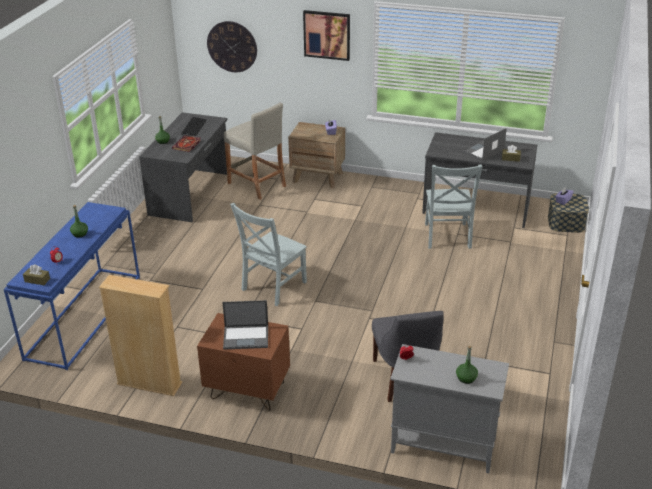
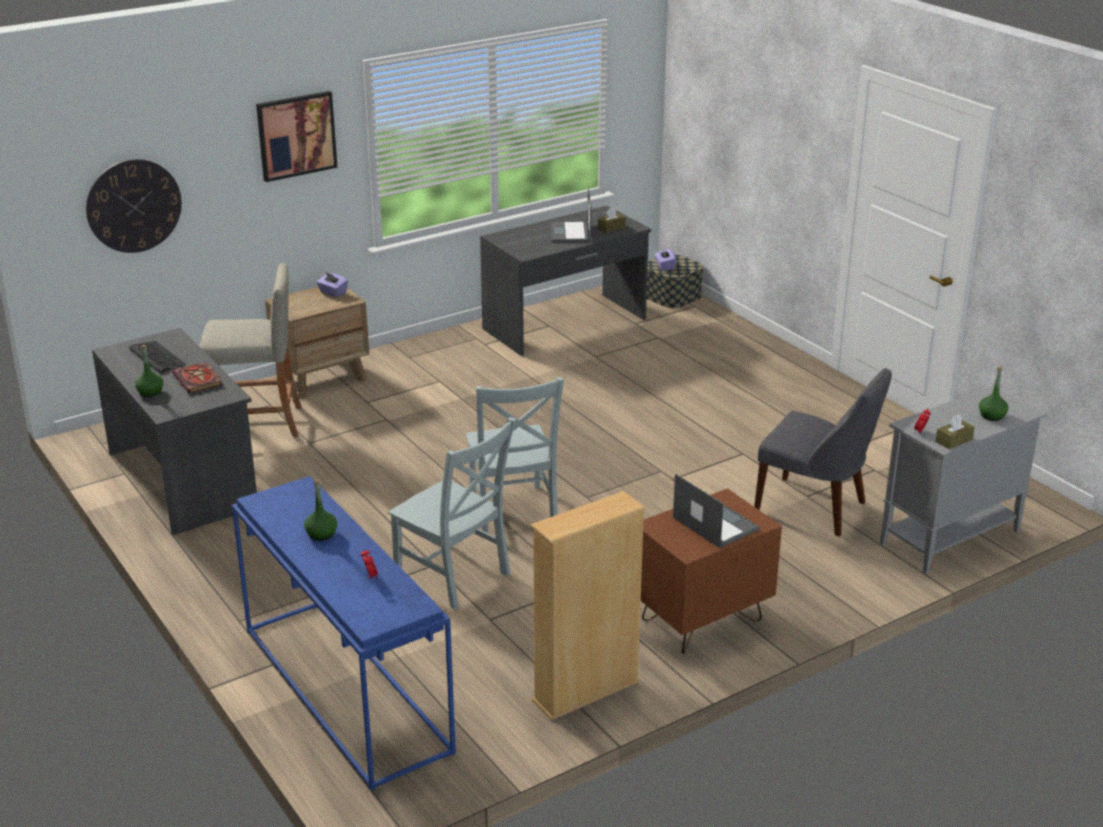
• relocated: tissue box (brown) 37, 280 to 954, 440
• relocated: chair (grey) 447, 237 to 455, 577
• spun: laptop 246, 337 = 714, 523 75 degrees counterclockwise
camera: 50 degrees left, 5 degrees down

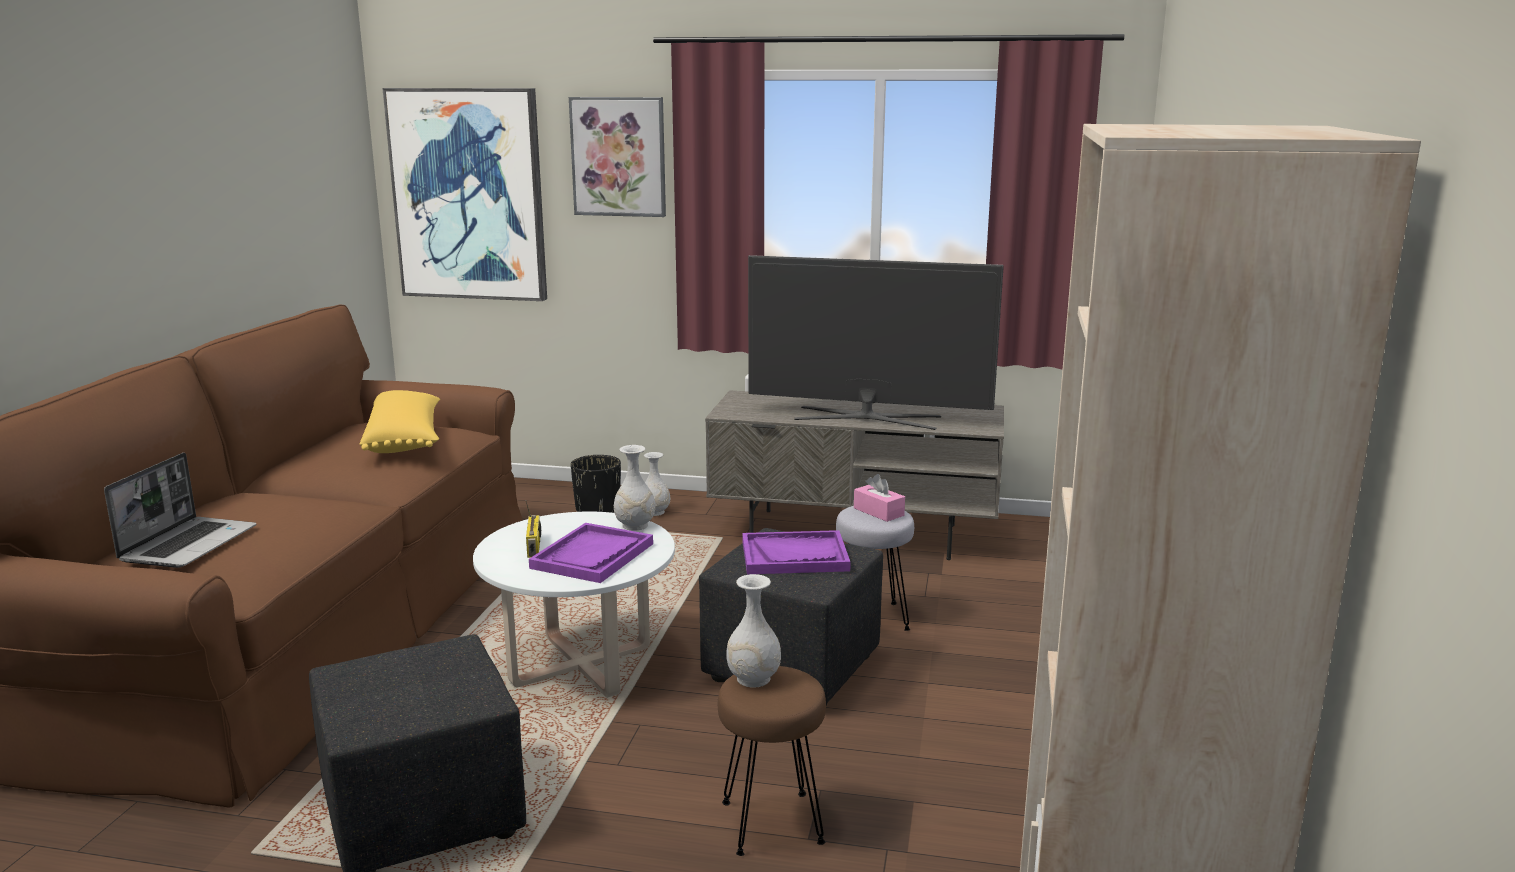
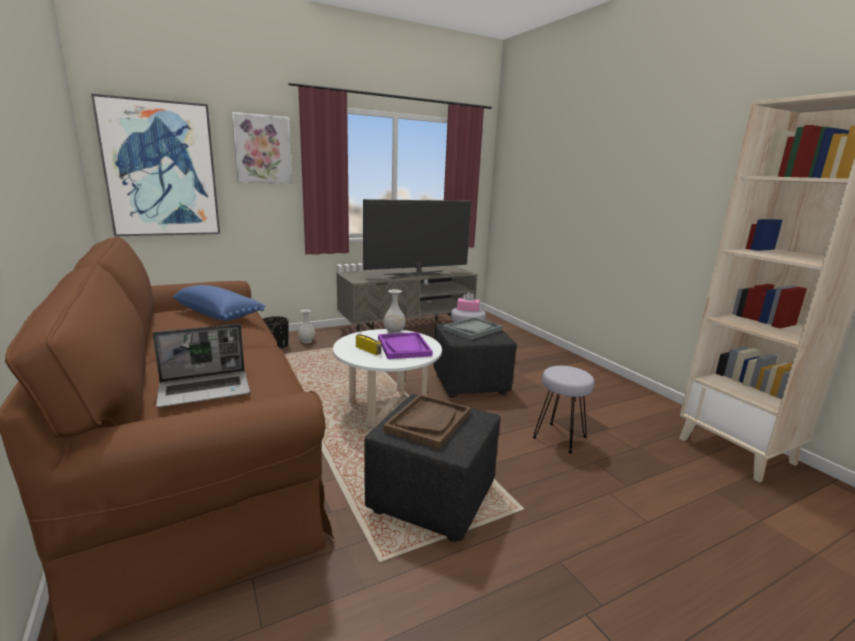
• missing: vase (white) 753, 678
• appeared: tray (brown) 428, 422
• colour: pillow (yellow) 406, 440 to pillow (blue) 219, 314
• colour: stool (brown) 770, 823 to stool (grey) 559, 438
• colour: tray (purple) 795, 556 to tray (grey) 472, 330
• spun: laptop 189, 544 = 206, 390 90 degrees clockwise
camera: 40 degrees left, 0 degrees up

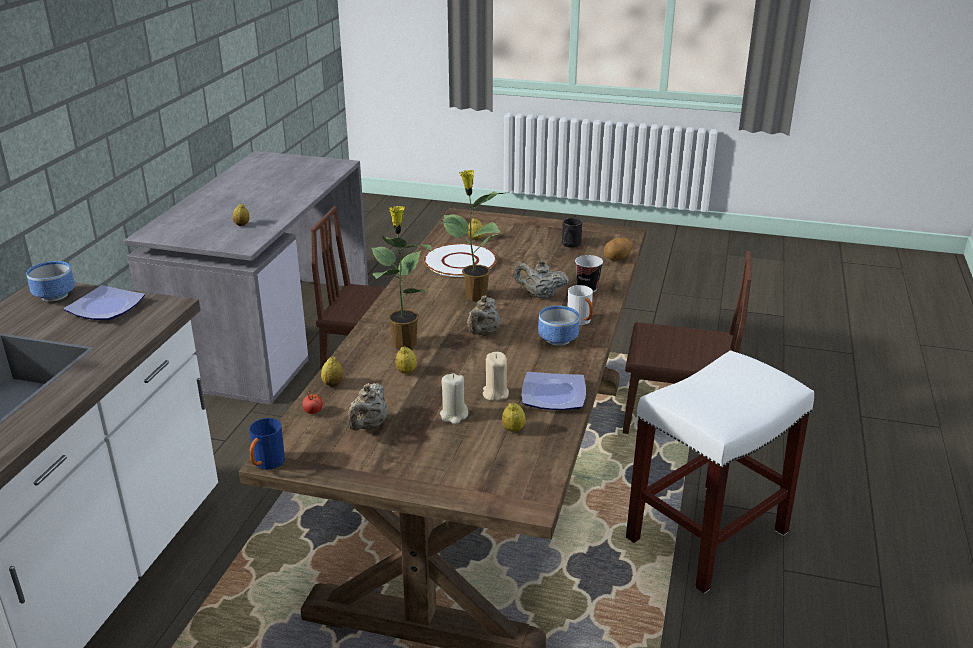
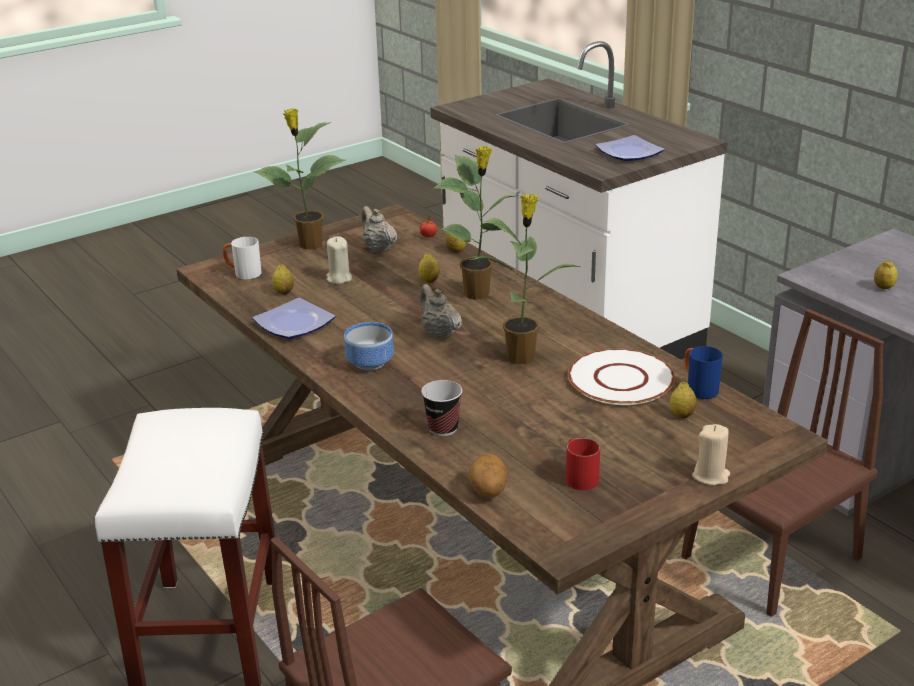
• missing: bowl 52, 296
• missing: teapot (beige) 540, 295
• appeared: potted plant 309, 245
• relocated: mug (blue) 266, 465 to 698, 388
• relocated: candle (beige) 495, 393 to 711, 476
• relocated: mug (white) 581, 322 to 243, 274
• colour: mug (black) 569, 245 to mug (red) 578, 476
camera: 130 degrees right, 0 degrees up

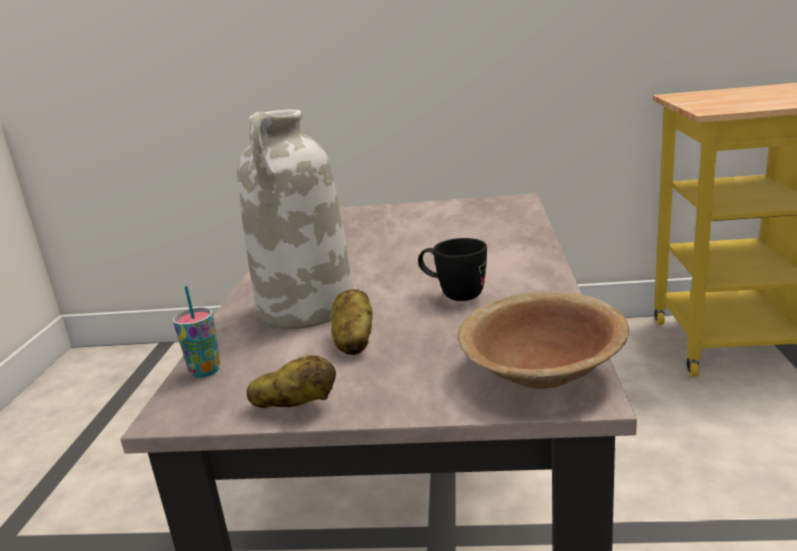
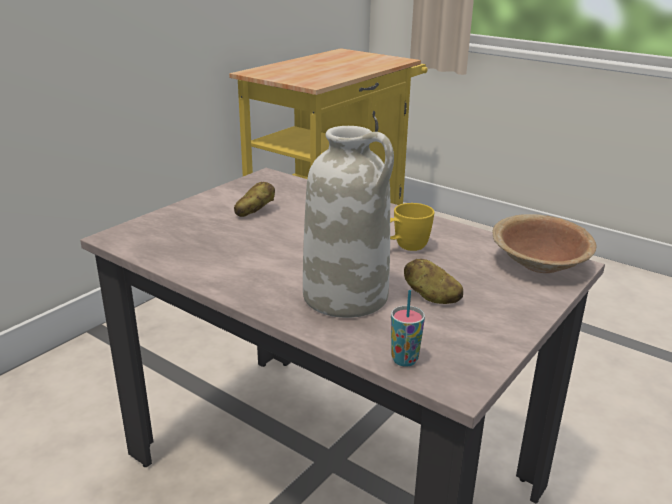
• relocated: potato 296, 406 to 254, 212
• colour: mug (black) 453, 295 to mug (yellow) 405, 248
camera: 60 degrees left, 5 degrees up

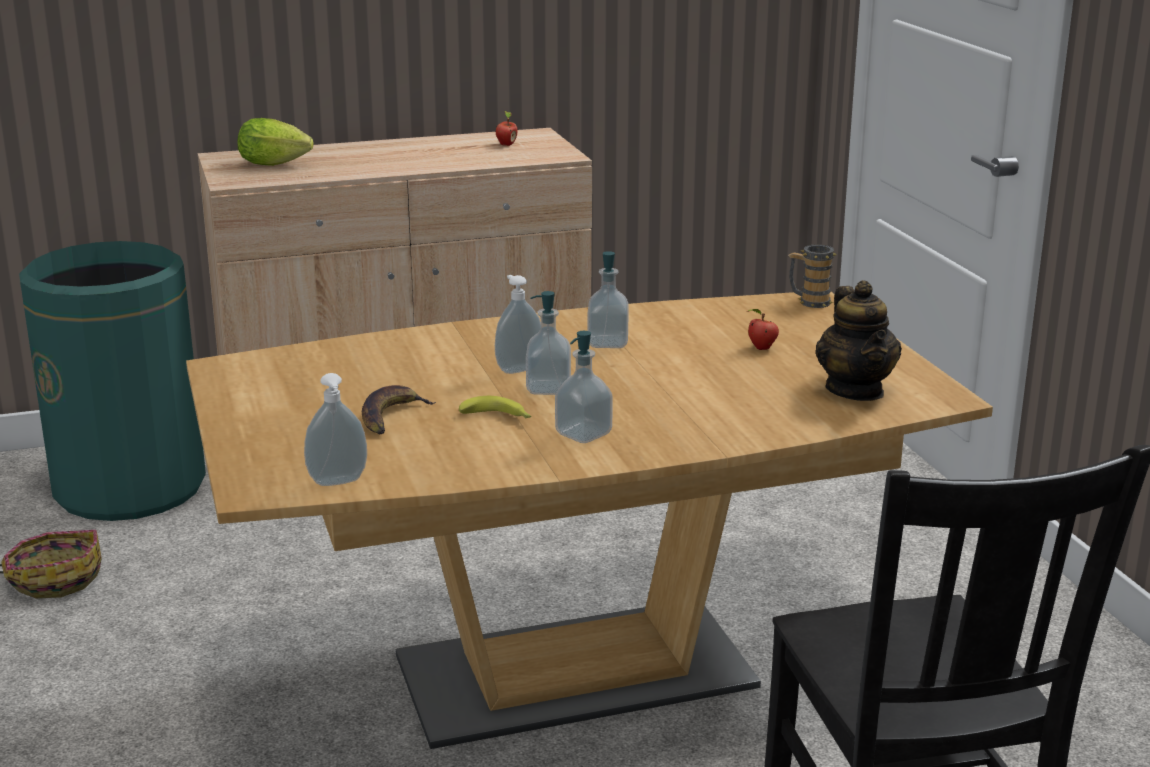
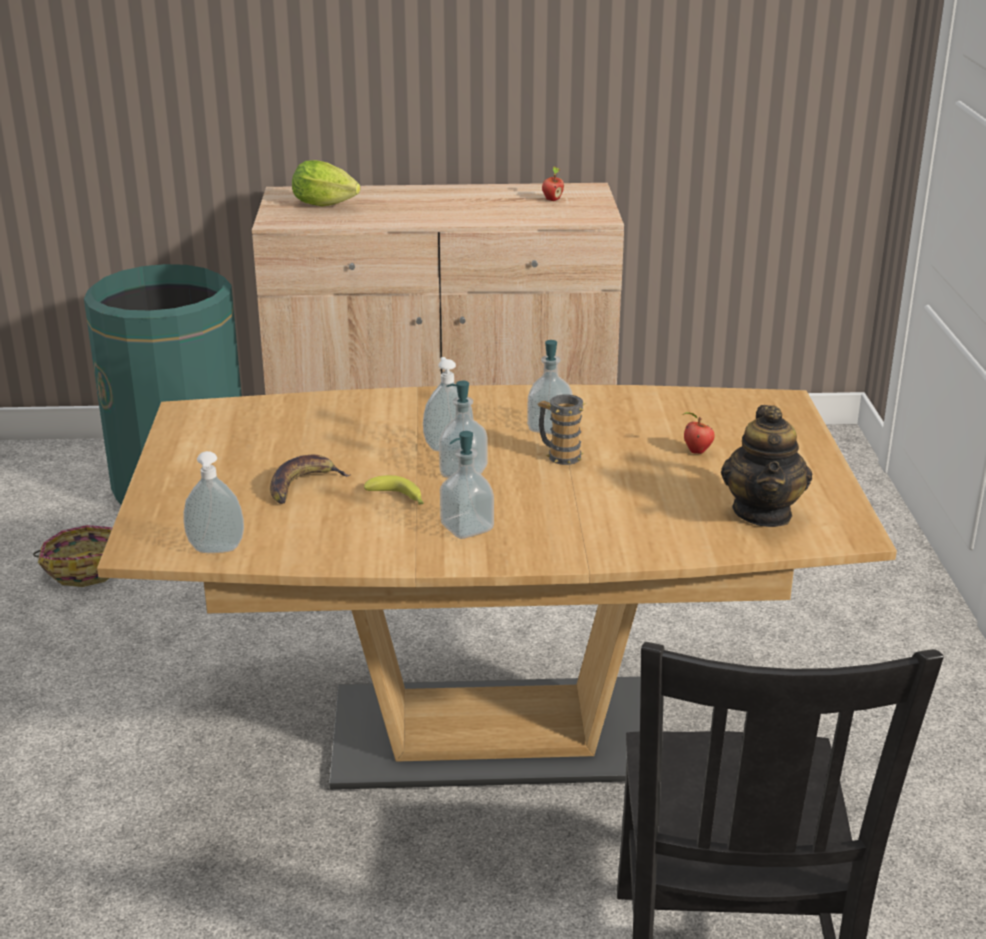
• relocated: mug 809, 302 to 559, 455
camera: 15 degrees right, 5 degrees up

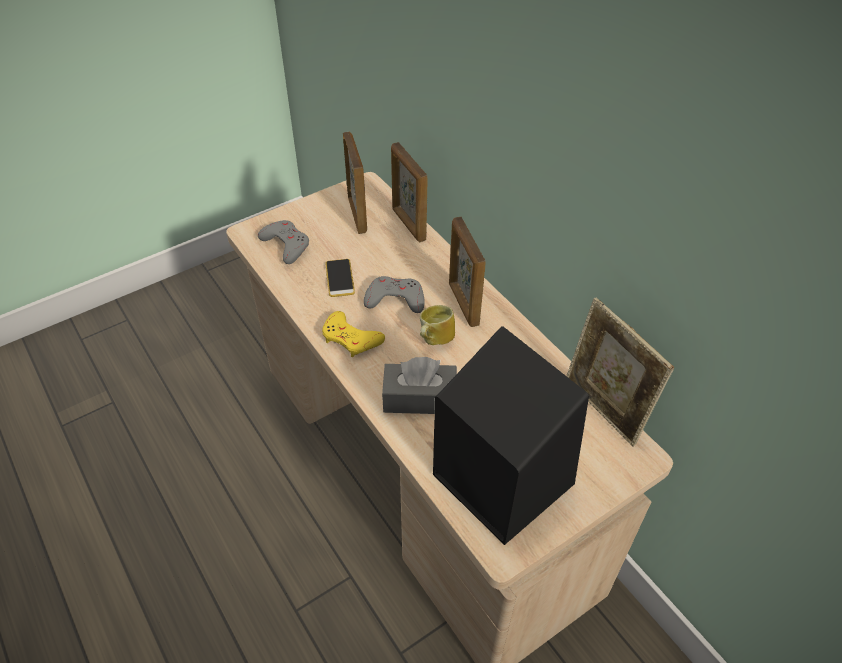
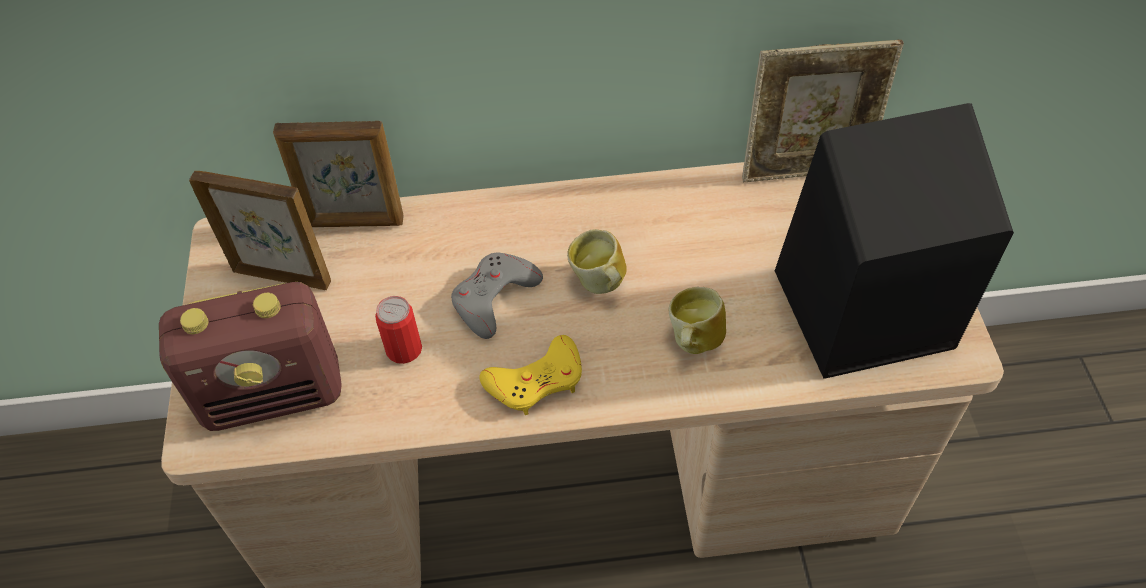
• missing: picture frame 463, 304
• exchanged: game controller (grey) 286, 245 to radio 275, 394
• exchanged: phone 340, 278 to can 404, 349
• exchanged: tissue box (grey) 419, 398 to mug 692, 342
camera: 60 degrees left, 5 degrees up

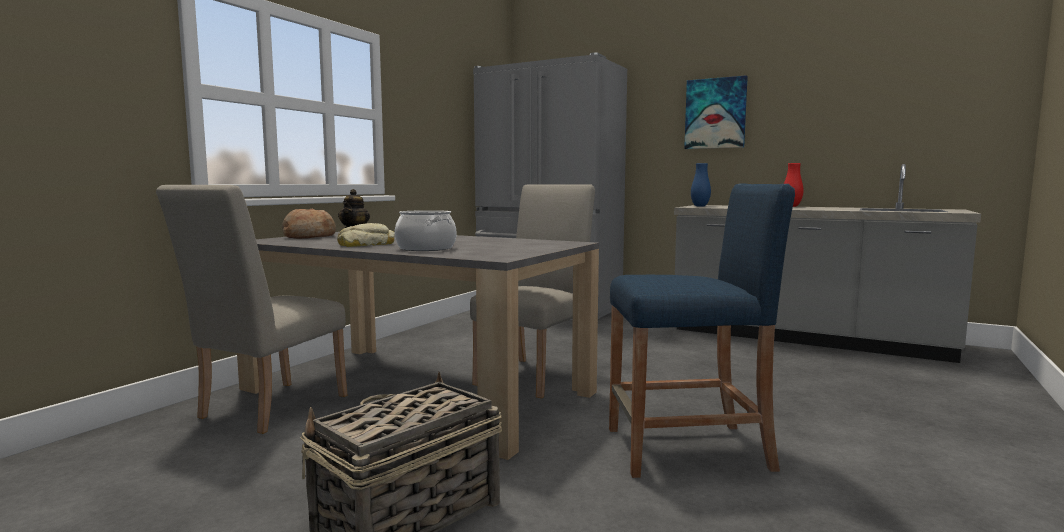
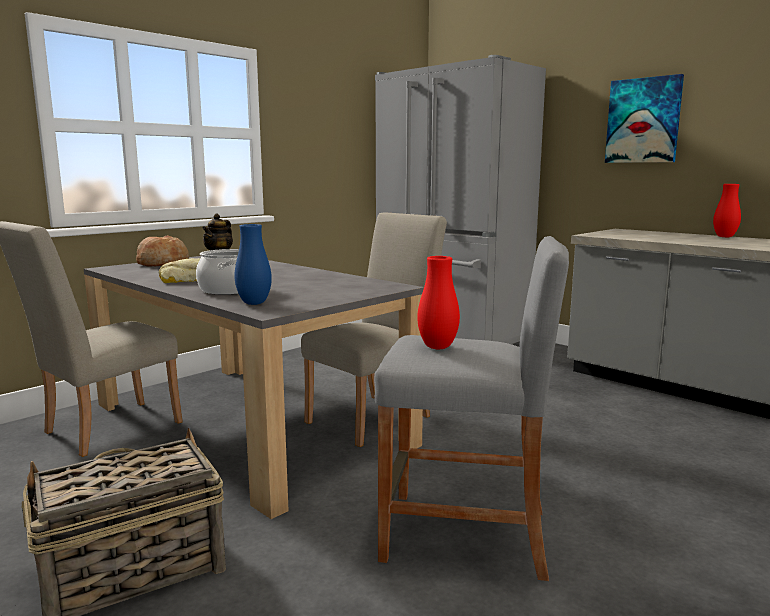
• appeared: vase (red) 437, 347
• relocated: vase (blue) 700, 206 to 254, 303
• colour: stool (blue) 688, 449 to stool (grey) 465, 534
camera: 15 degrees right, 5 degrees up

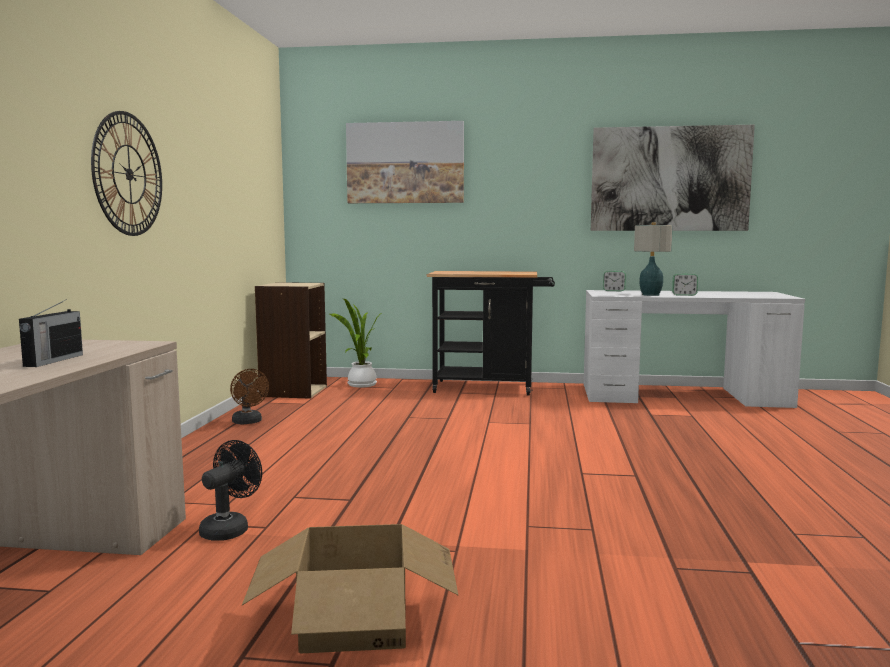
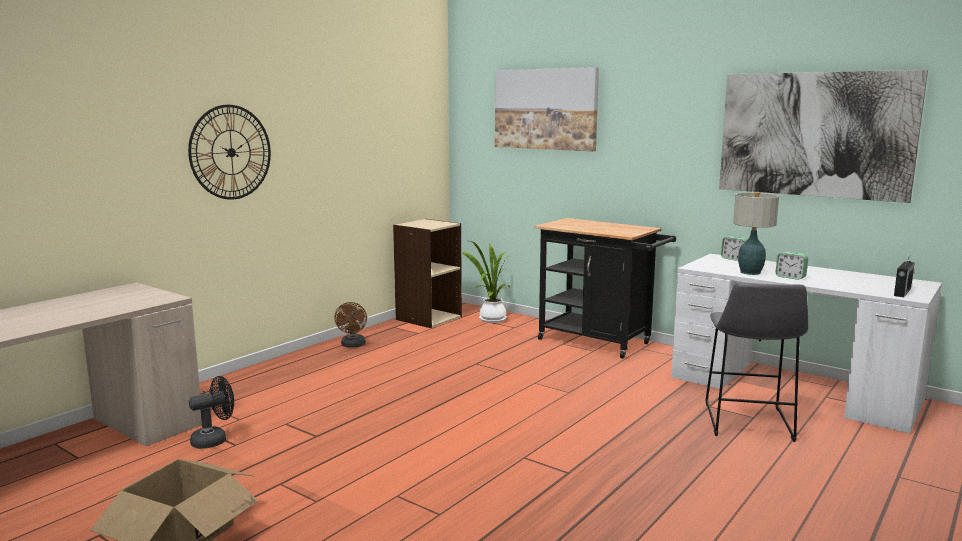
• appeared: stool (grey) 747, 423
• relocated: radio 52, 360 to 902, 292
camera: 30 degrees right, 5 degrees up

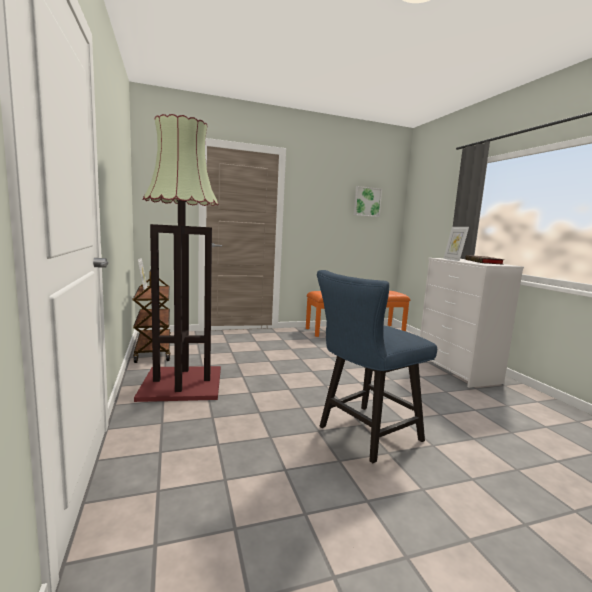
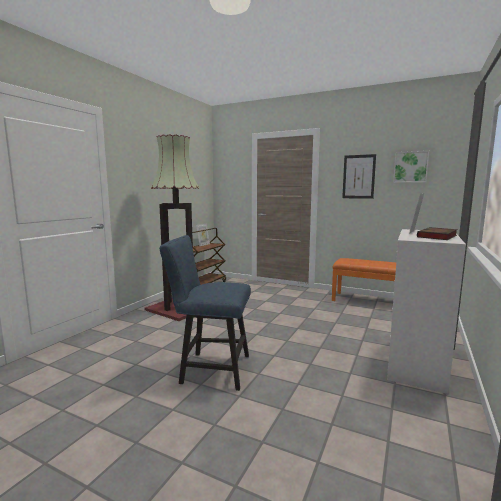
• appeared: picture 358, 176
camera: 45 degrees right, 0 degrees up

